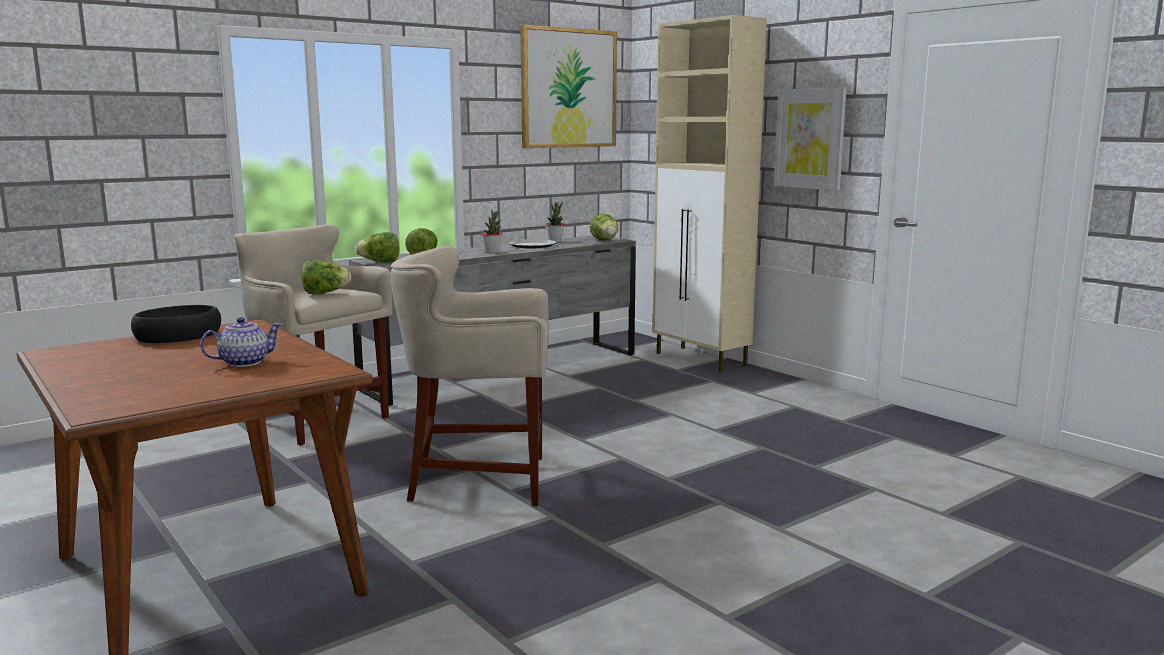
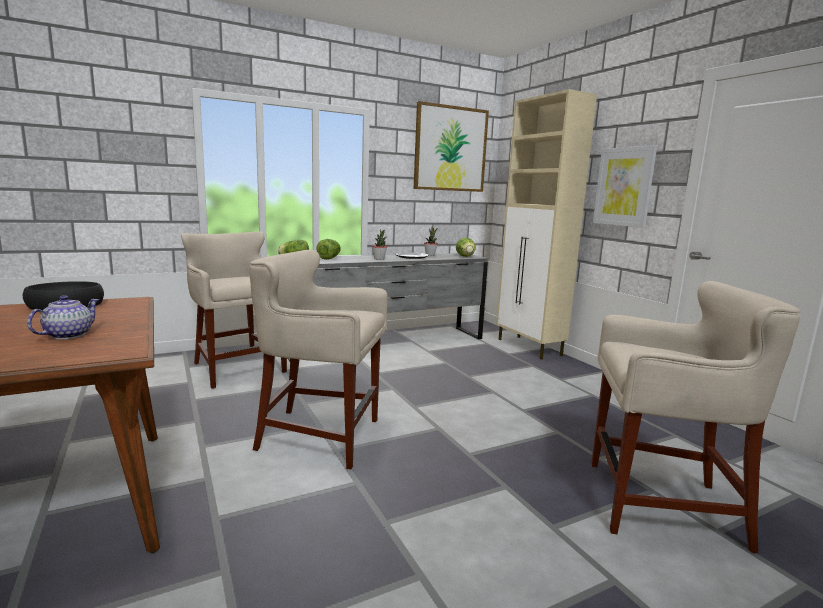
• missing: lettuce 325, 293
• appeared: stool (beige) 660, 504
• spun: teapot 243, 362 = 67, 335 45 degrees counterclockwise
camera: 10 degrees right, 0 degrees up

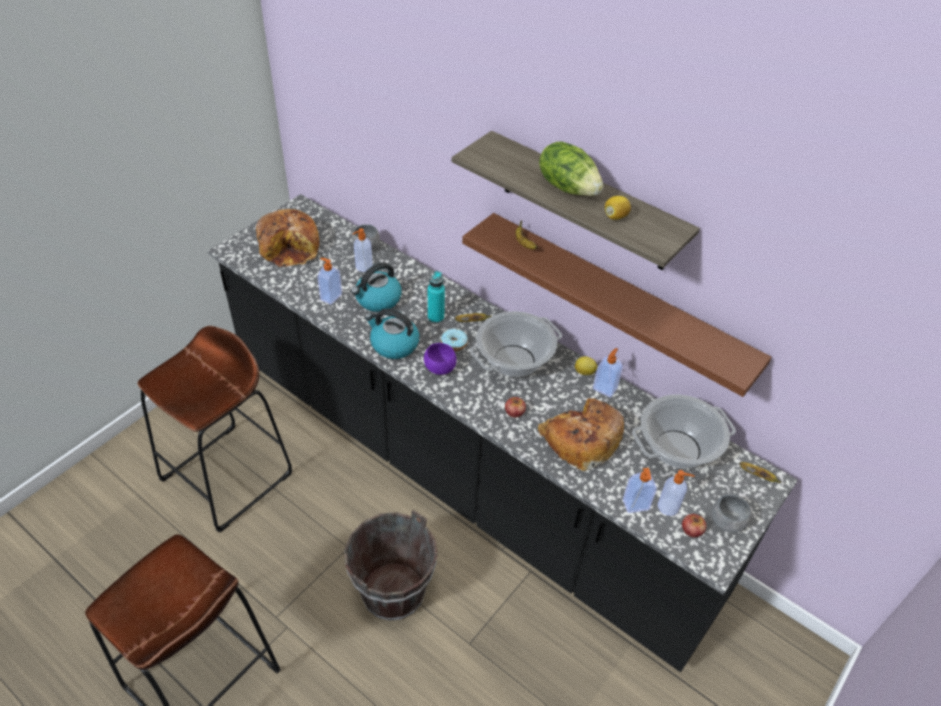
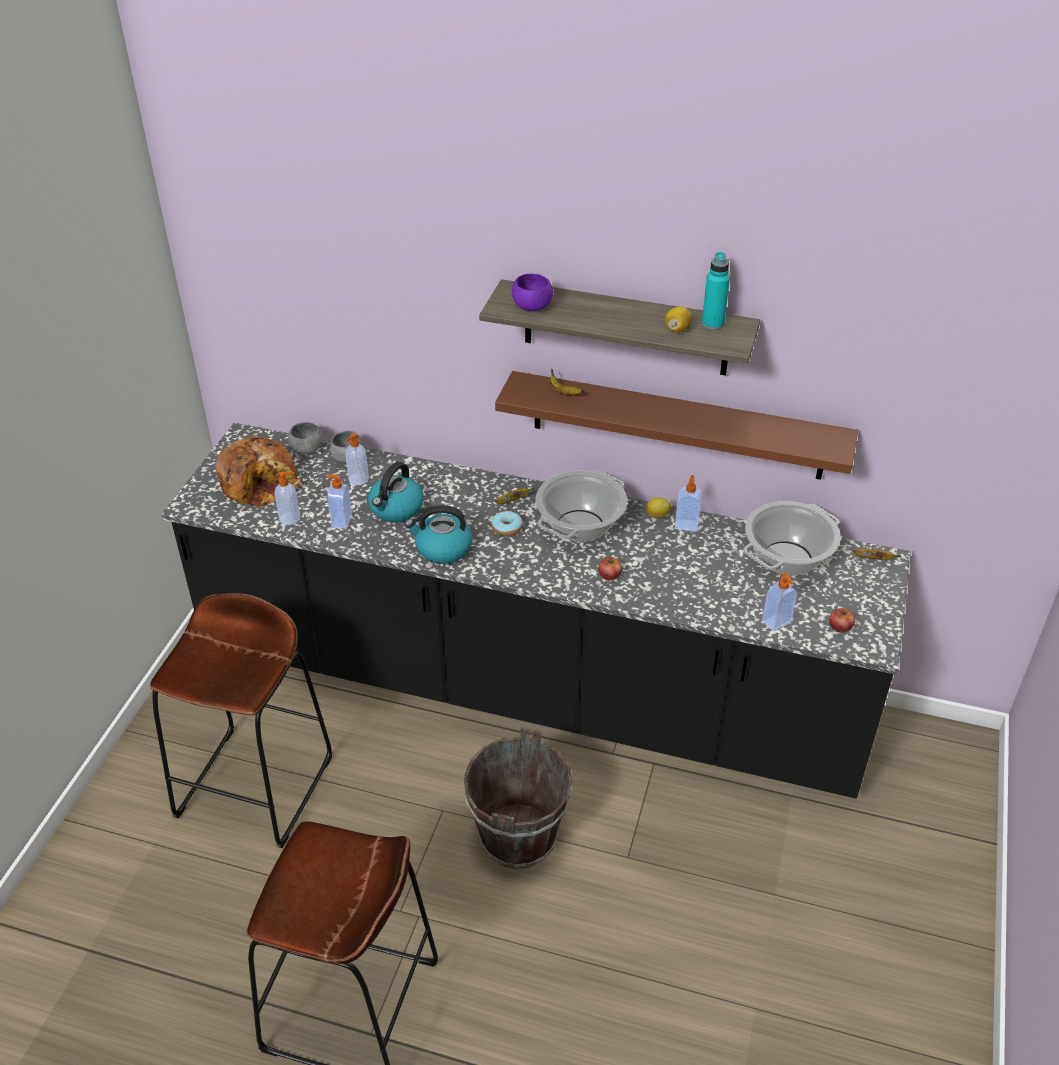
• missing: bread 580, 439
• missing: lettuce 568, 187
• relocated: bowl (purple) 439, 368 to 532, 307
• relocated: bottle (turquoise) 435, 317 to 712, 323
• relocated: soap dispenser 669, 507 to 290, 518
• relocated: bowl (grey) 727, 522 to 307, 449
camera: 20 degrees left, 5 degrees down

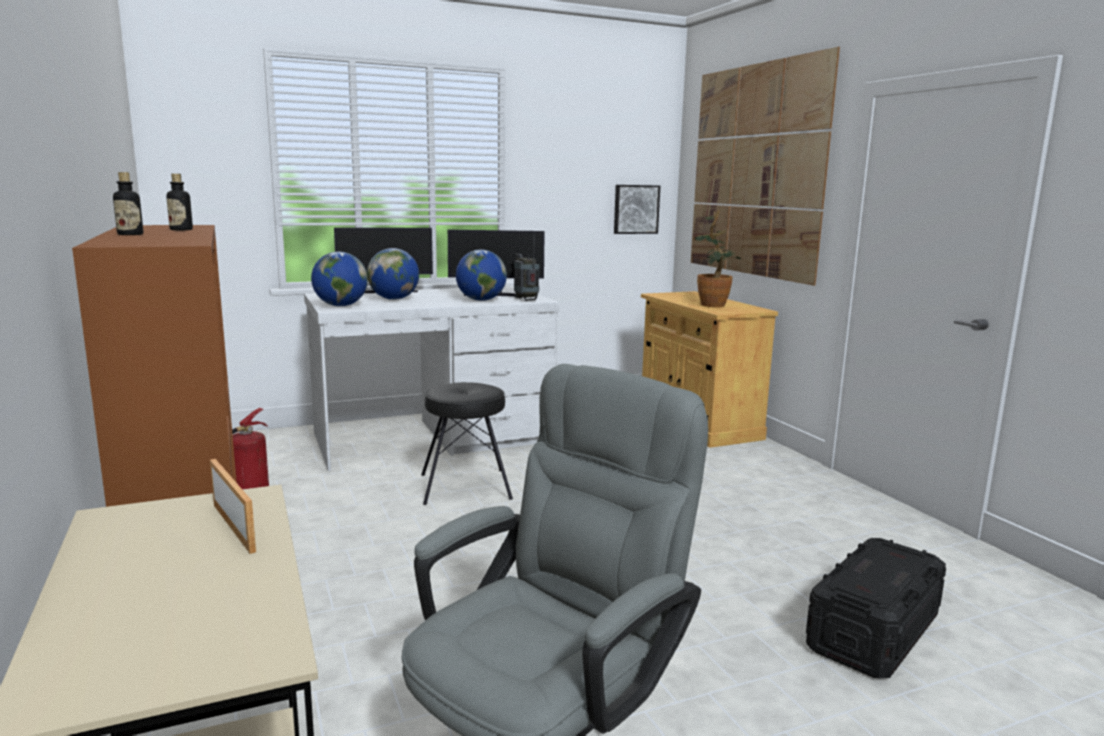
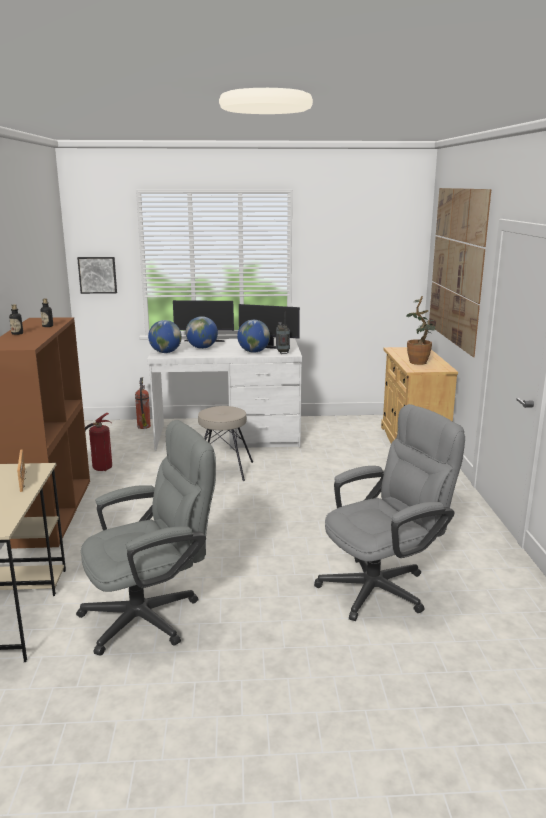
• appeared: fire extinguisher 144, 426
• relocated: picture 635, 209 to 97, 275
• exchanged: storage box (black) 874, 631 to office chair (grey) 383, 586
• colour: stool (black) 465, 487 to stool (beige) 223, 470
camera: 20 degrees right, 5 degrees up

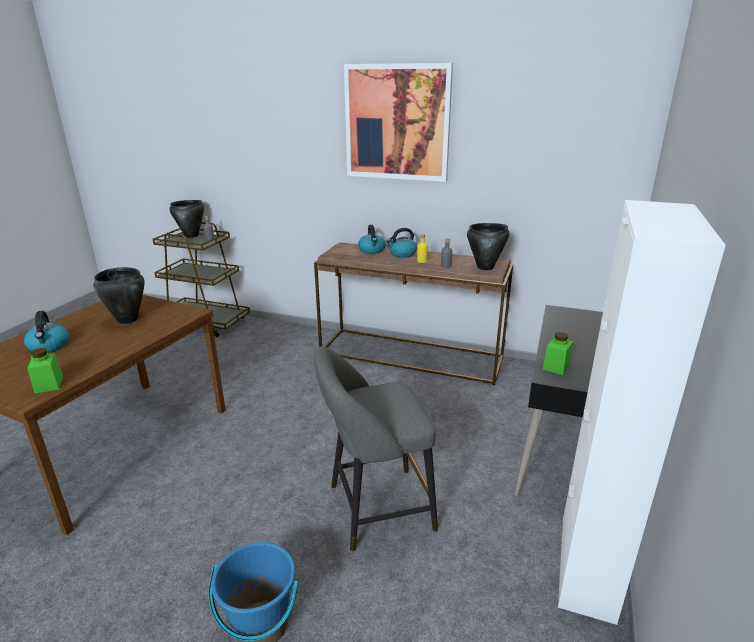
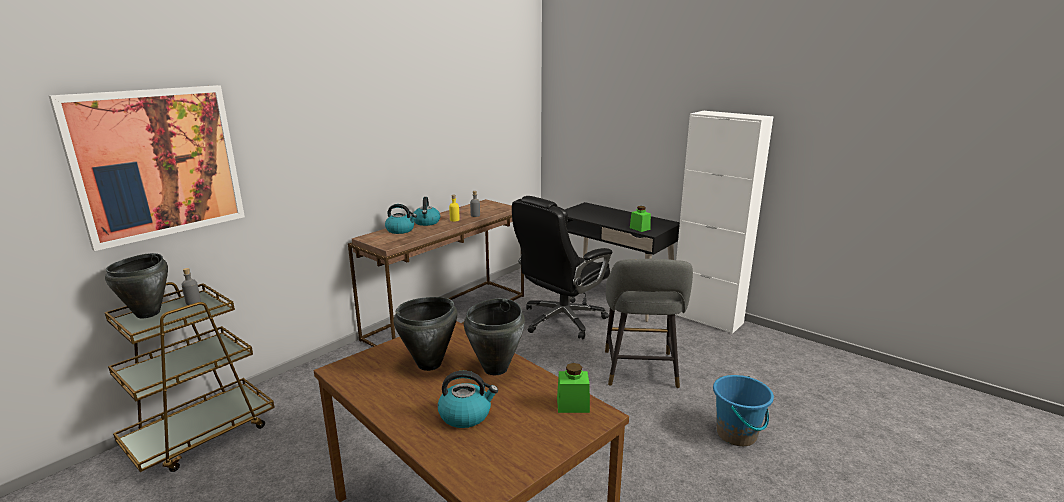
• appeared: office chair (black) 561, 320
• relocated: picture 397, 123 to 157, 163
• relocated: cooking pot (black) 485, 267 to 496, 369
camera: 70 degrees left, 5 degrees down

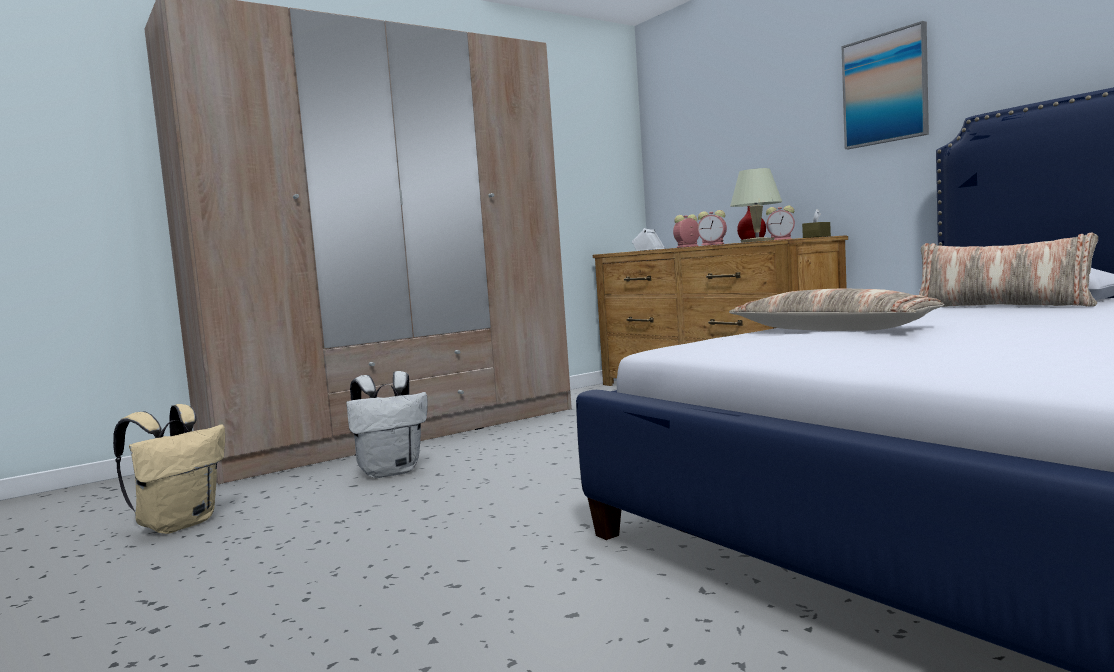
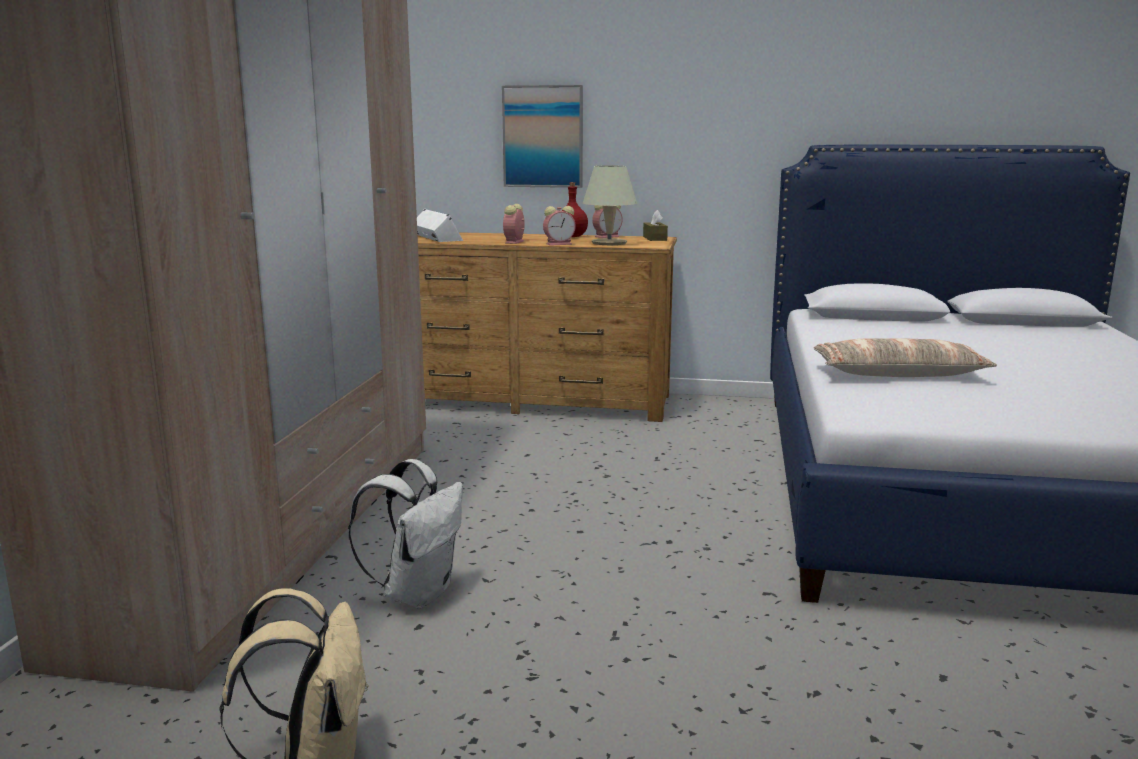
• missing: pillow 1000, 306
• relocated: picture 885, 89 to 543, 136
camera: 45 degrees left, 10 degrees up

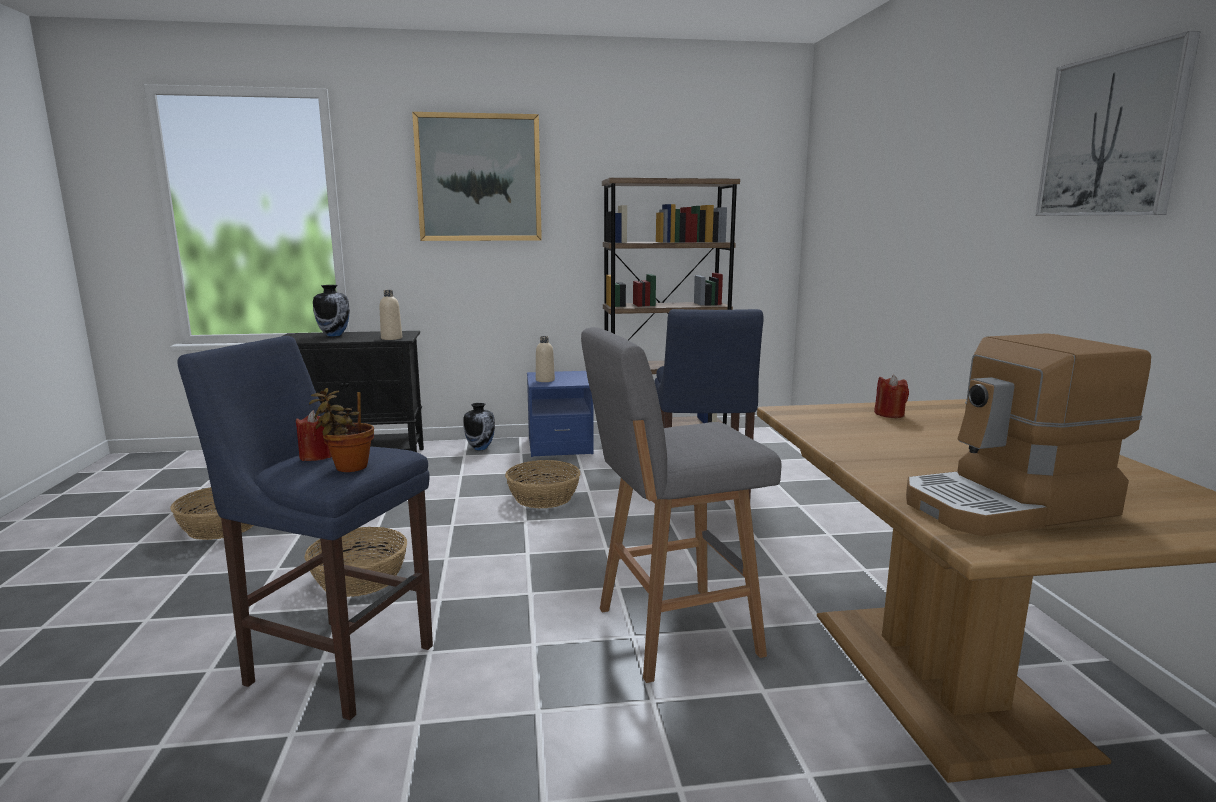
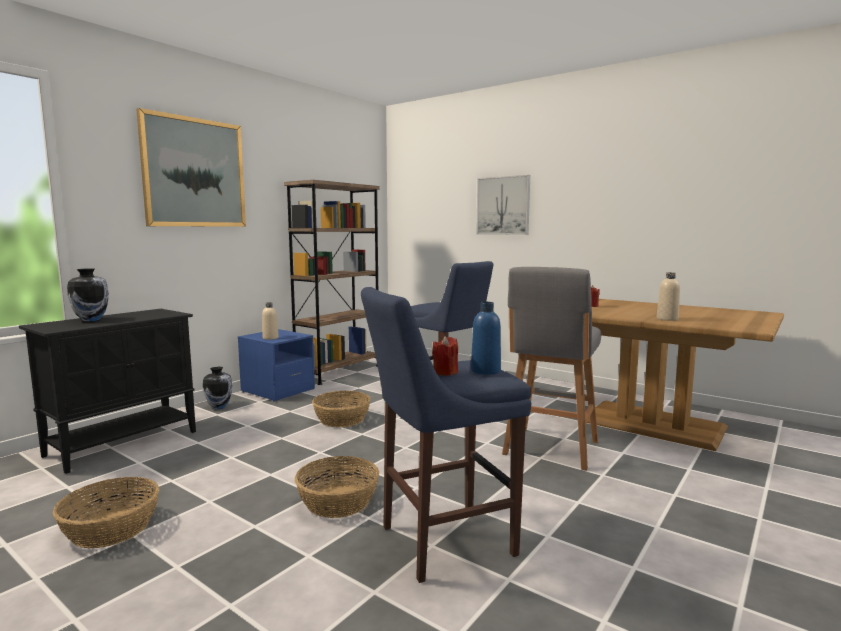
• missing: coffee machine 1009, 506
• relocated: bottle (beige) 391, 338 to 667, 319
• relocated: picture 1112, 135 to 503, 205
• exchanged: potted plant 347, 467 to bottle (blue) 485, 371
camera: 45 degrees left, 5 degrees down

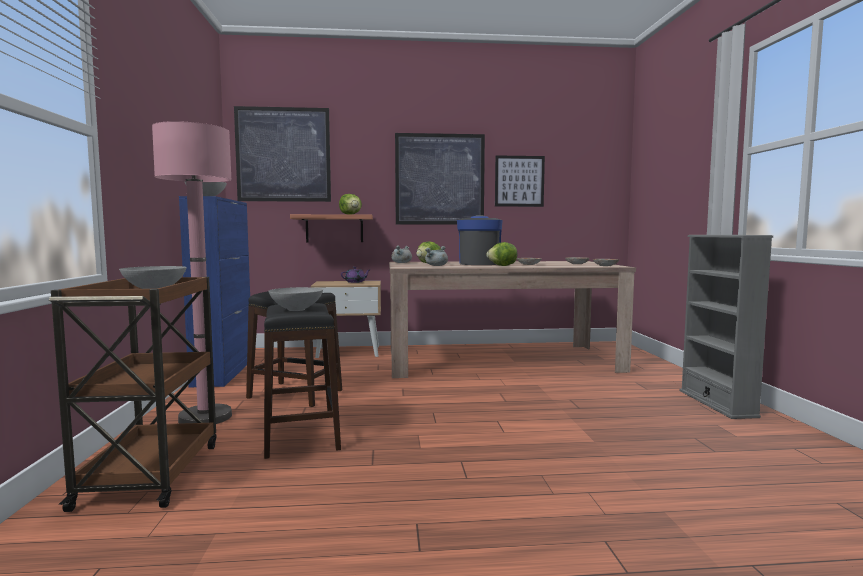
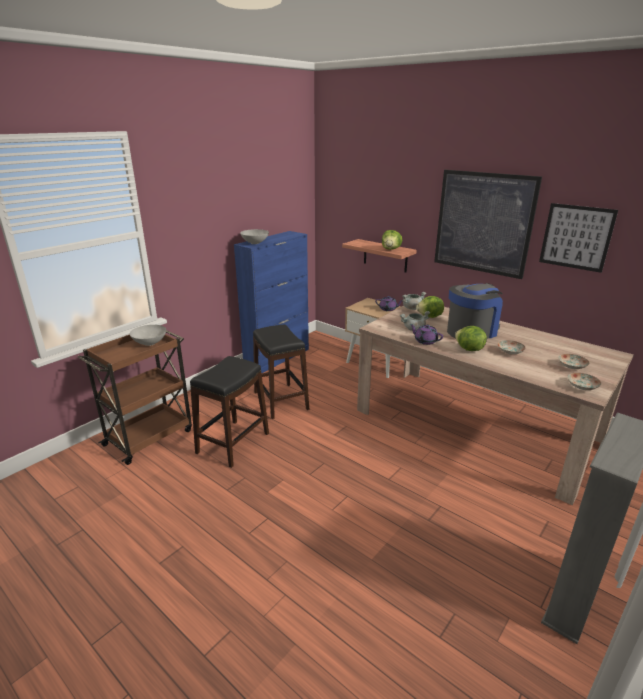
• missing: floor lamp (pink) 205, 417
• missing: picture 283, 155
• missing: bowl (grey) 297, 310
• appeared: teapot (purple) 425, 341
camera: 45 degrees right, 20 degrees up

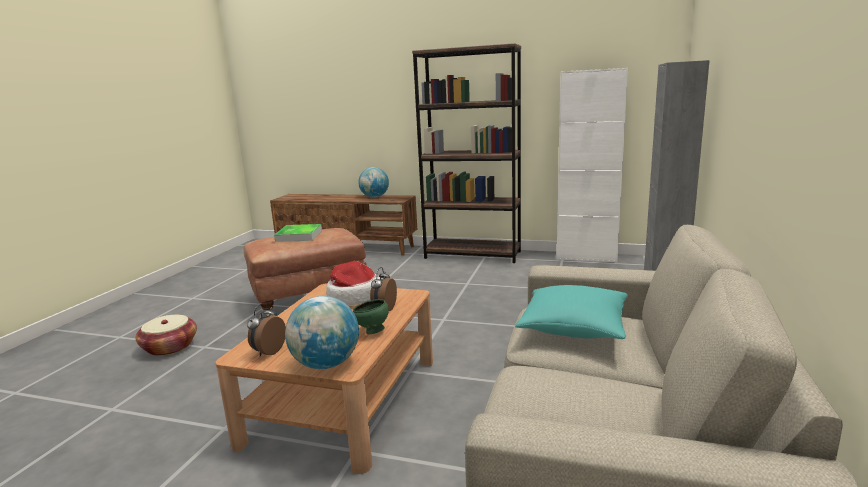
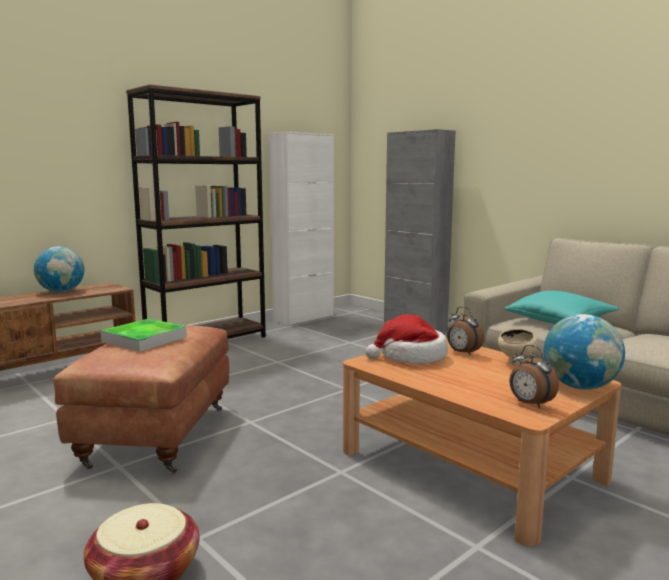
• colour: bowl (green) 372, 332 to bowl (beige) 516, 363
camera: 60 degrees left, 5 degrees down

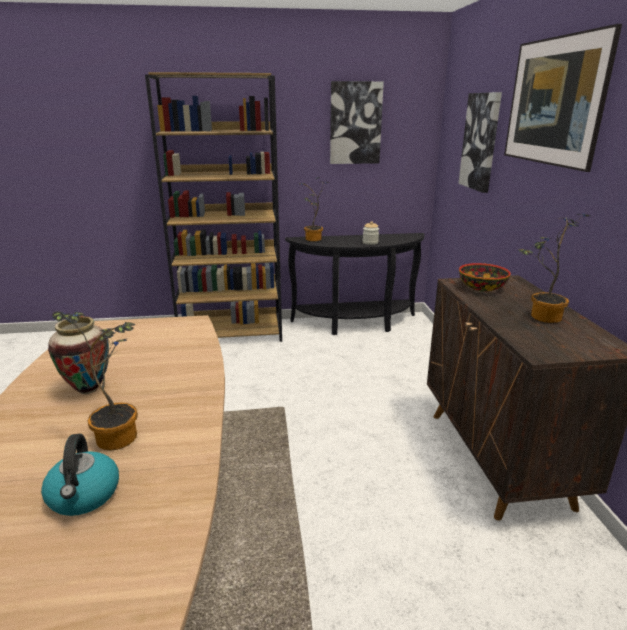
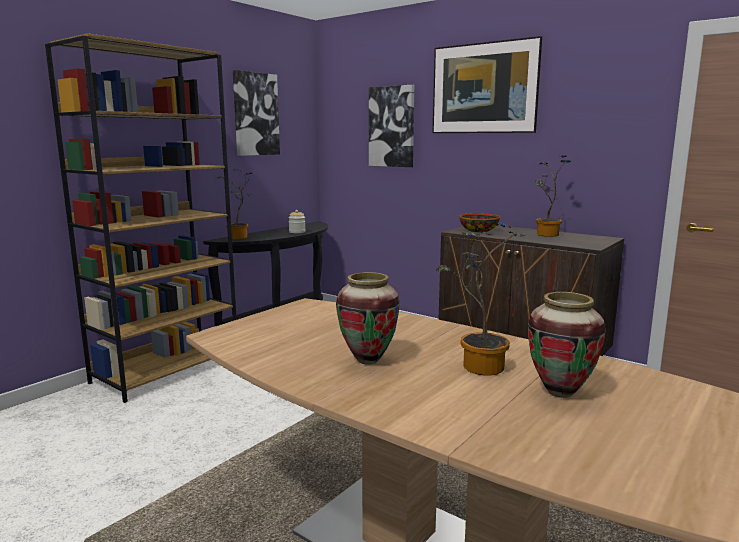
• exchanged: kettle 84, 496 to vase 560, 393
camera: 45 degrees left, 10 degrees down

